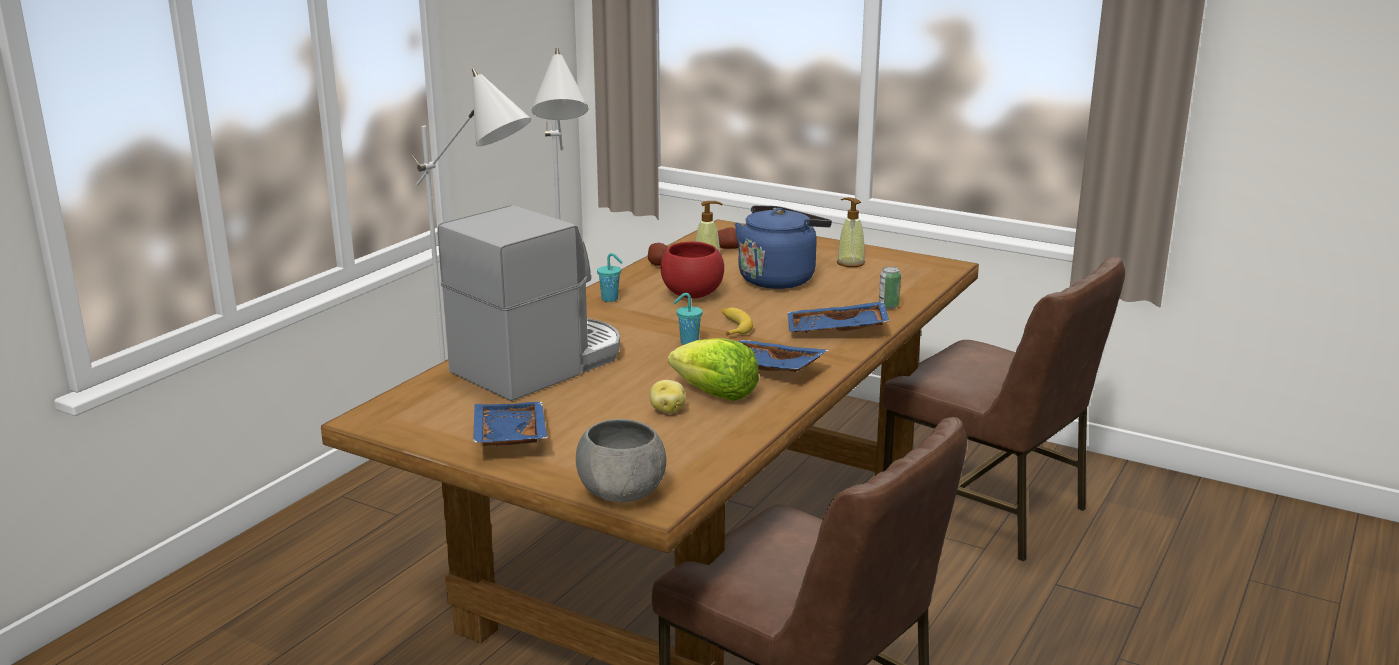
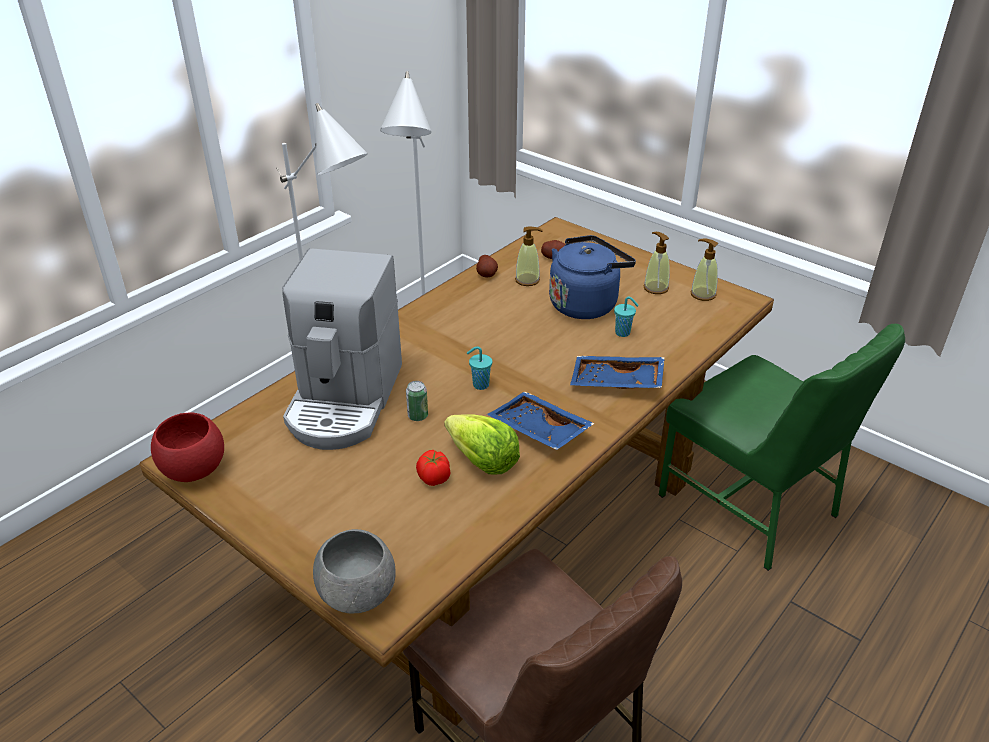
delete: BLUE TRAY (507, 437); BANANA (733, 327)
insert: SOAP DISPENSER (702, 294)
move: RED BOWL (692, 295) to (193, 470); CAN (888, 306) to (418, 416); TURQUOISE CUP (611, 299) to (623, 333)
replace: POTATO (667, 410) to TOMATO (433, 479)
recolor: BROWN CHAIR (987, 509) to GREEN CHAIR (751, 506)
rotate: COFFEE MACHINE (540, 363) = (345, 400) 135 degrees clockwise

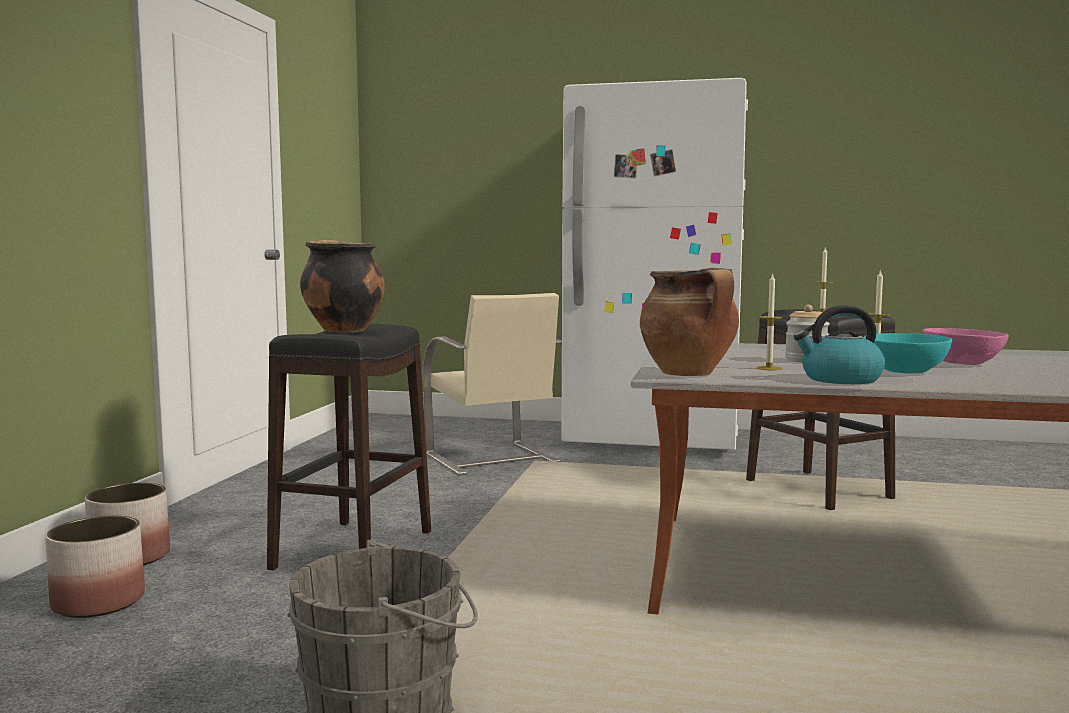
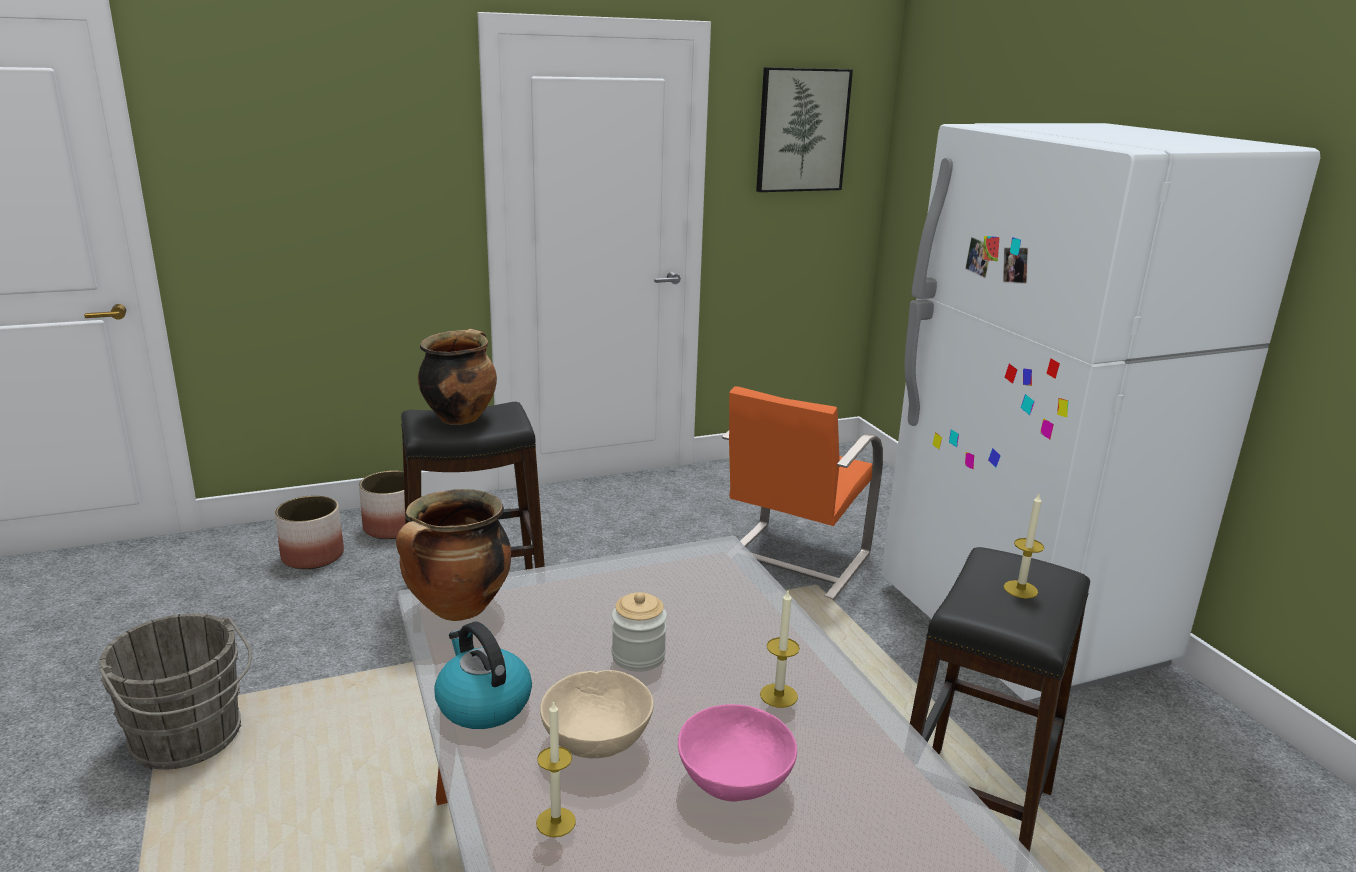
insert: PICTURE (802, 130)
move: CANDLE (769, 368) to (556, 822)
recolor: TURQUOISE BOWL (904, 371) to BEIGE BOWL (596, 741); BEIGE CHAIR (492, 459) to ORANGE CHAIR (792, 560)

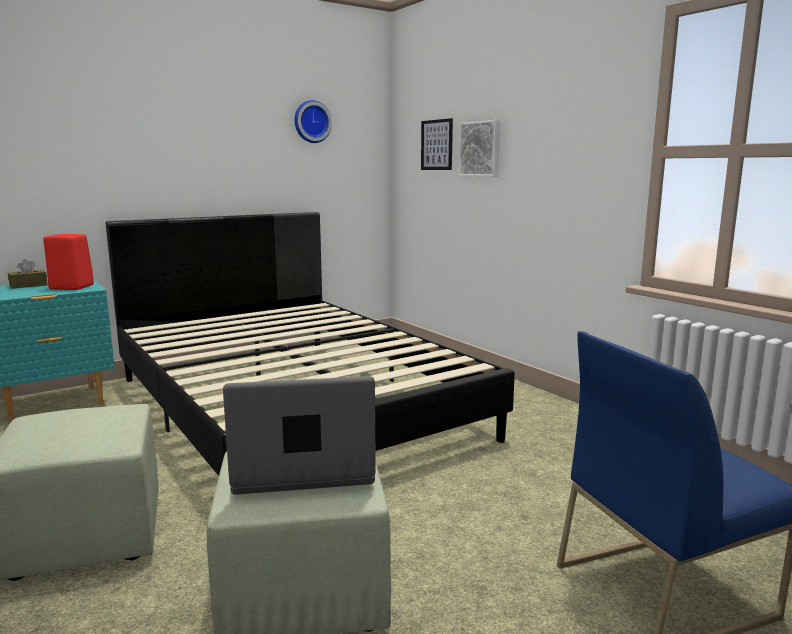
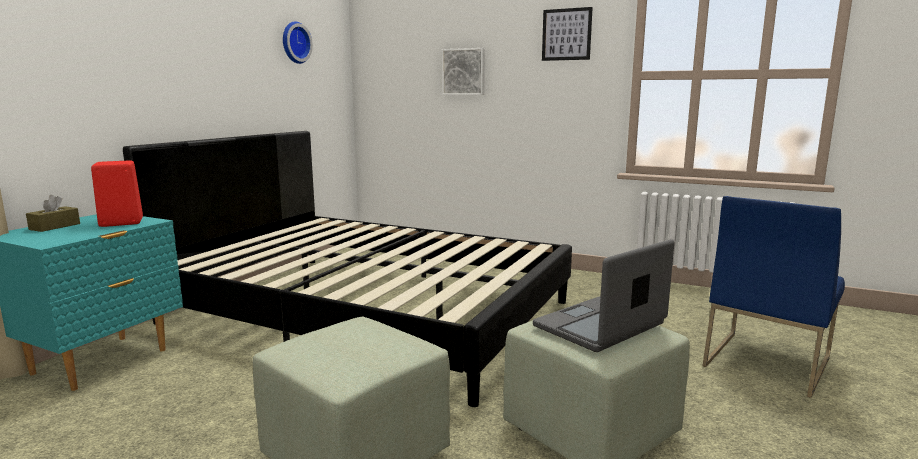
move: PICTURE (437, 145) to (566, 34)

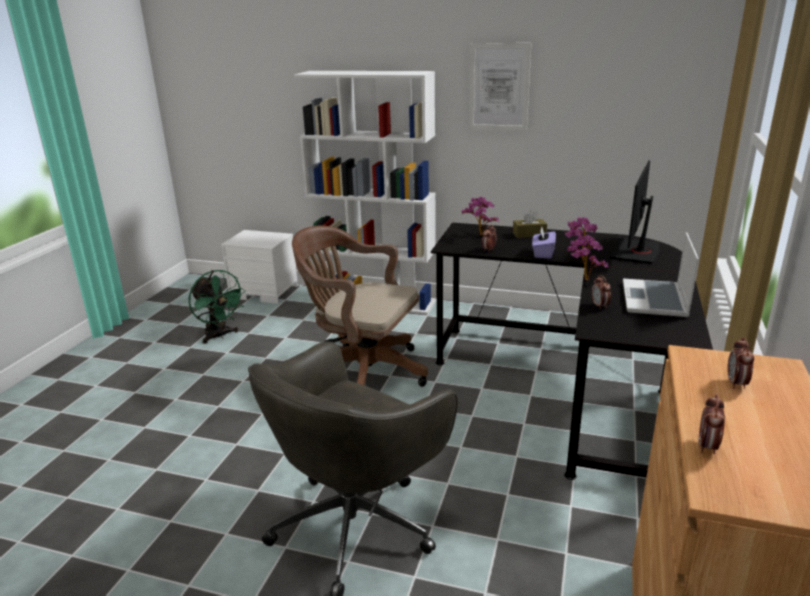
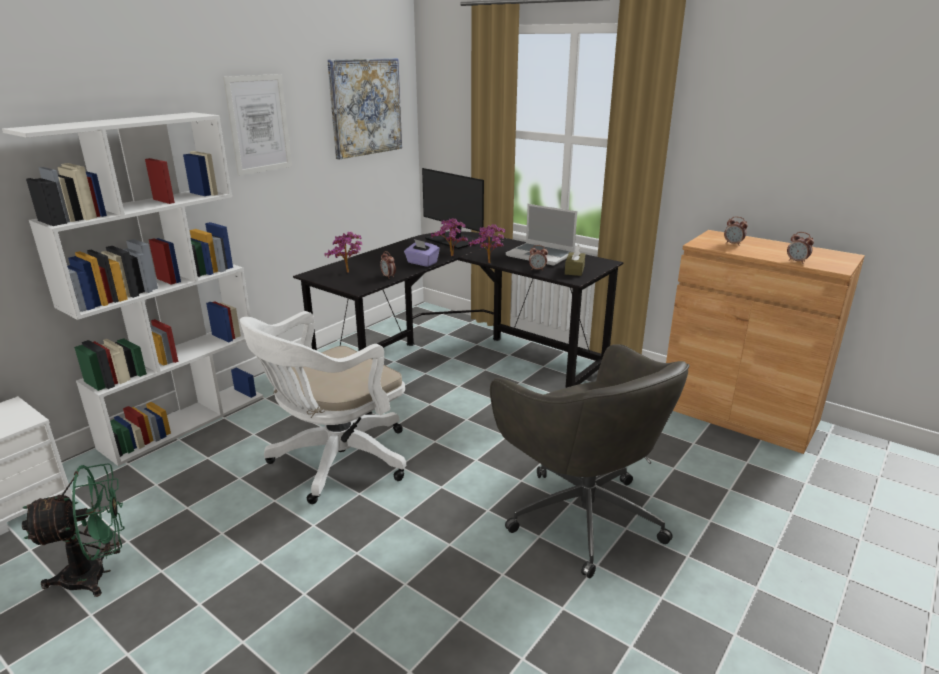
insert: PICTURE (365, 107)
move: BROWN TISSUE BOX (529, 234) to (574, 270)
recolor: BROWN OFFICE CHAIR (362, 371) to WHITE OFFICE CHAIR (335, 462)

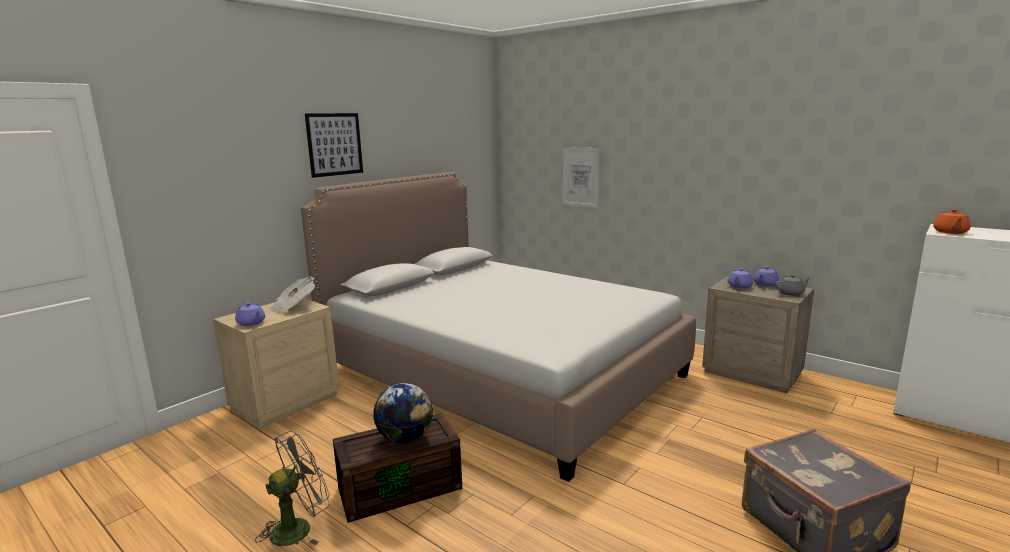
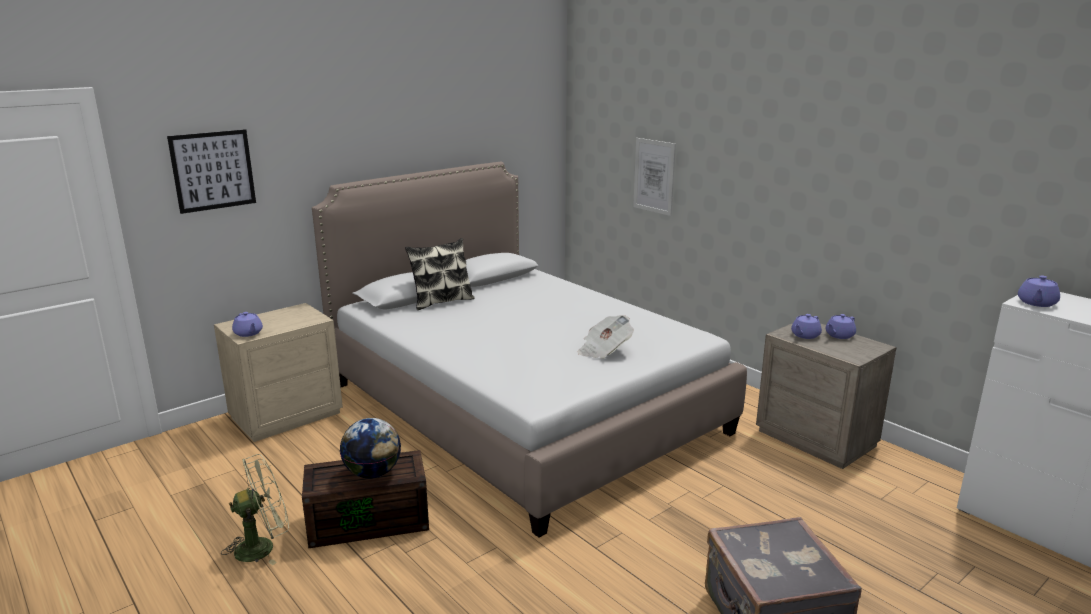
delete: GREY TEAPOT (791, 293)
insert: PILLOW (441, 301)
move: PICTURE (334, 144) to (213, 170); NEWSPAPER (293, 307) to (604, 350)
recolor: GREY FAN (299, 527) to GREEN FAN (263, 546); ORANGE TEAPOT (950, 232) to PURPLE TEAPOT (1036, 303)

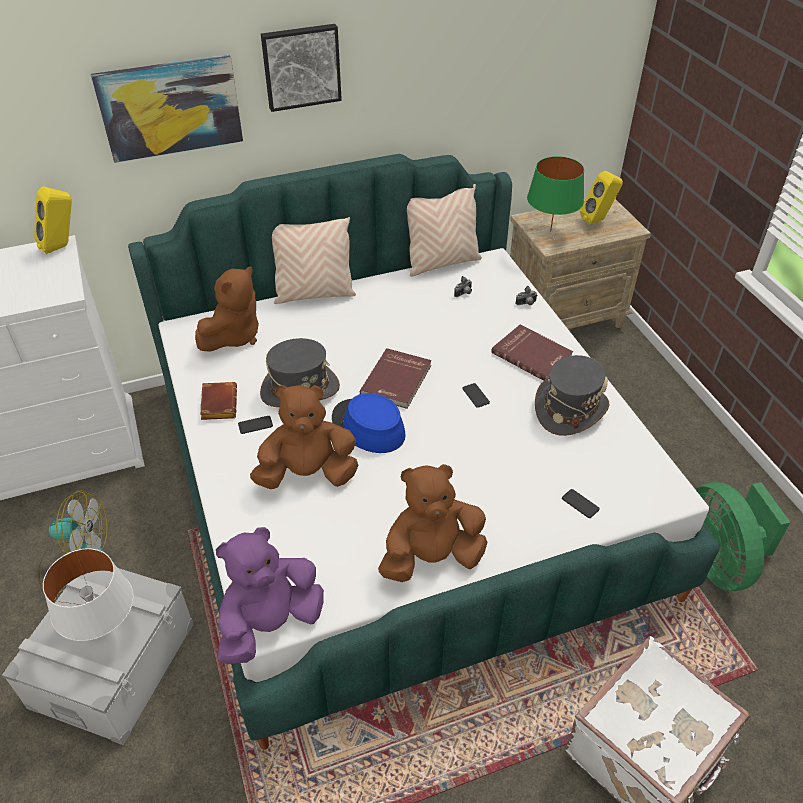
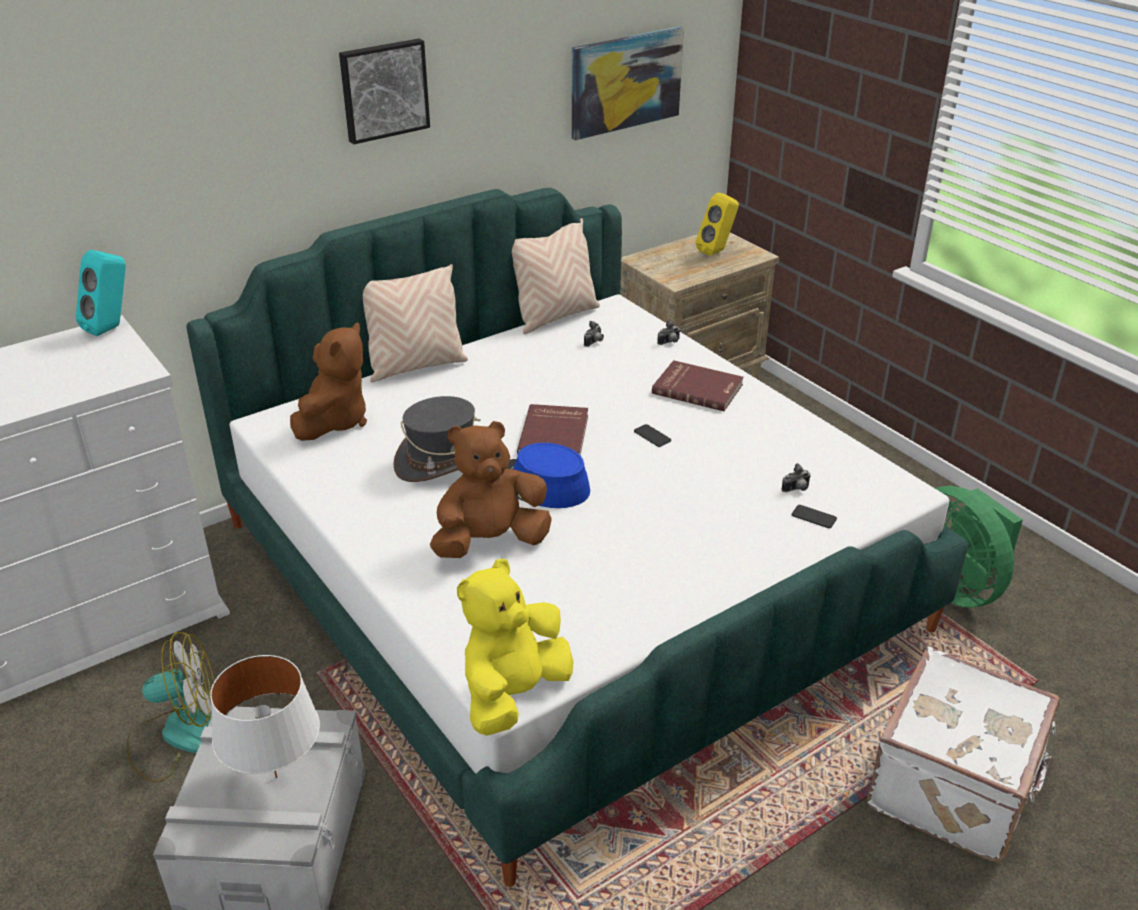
delete: BROWN BOOK (218, 403); PHONE (255, 425); BROWN PLUSH TOY (431, 557); GREEN TABLE LAMP (550, 231); GREY HAT (570, 409)
insert: PHOTO CAMERA (797, 489)
move: PICTURE (170, 107) to (625, 82)
recolor: YELLOW SPEAKER (62, 246) to TURQUOISE SPEAKER (112, 328); PURPLE PLUSH TOY (270, 623) to YELLOW PLUSH TOY (513, 694)

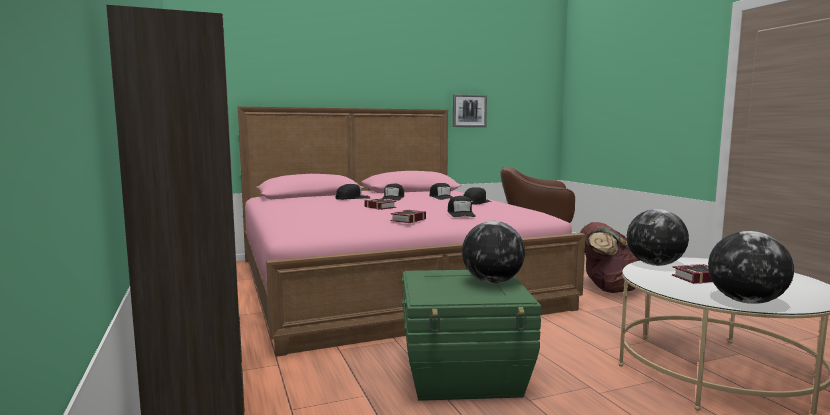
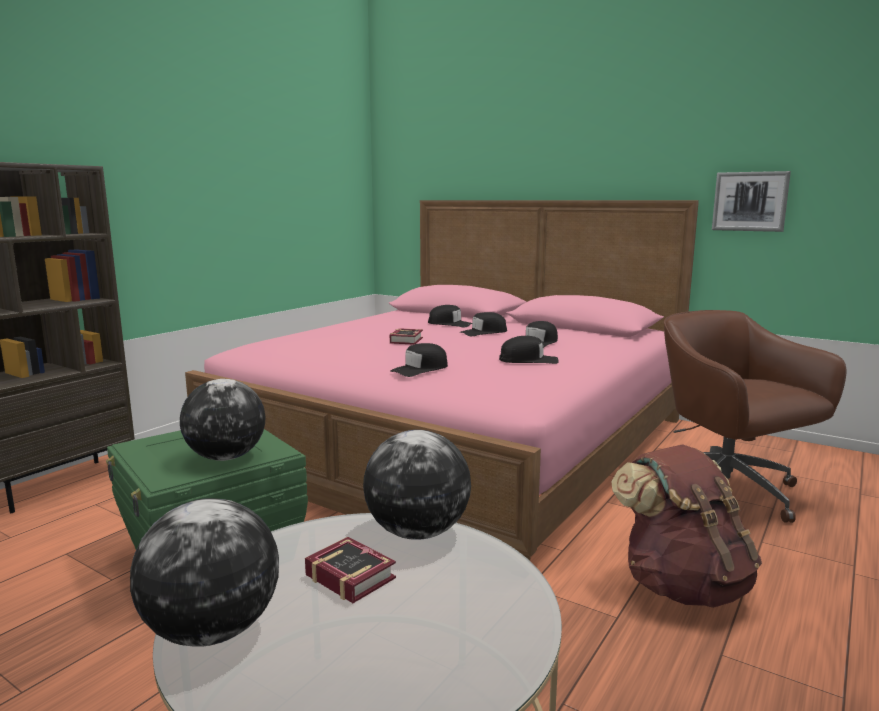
delete: BOOK (406, 220)

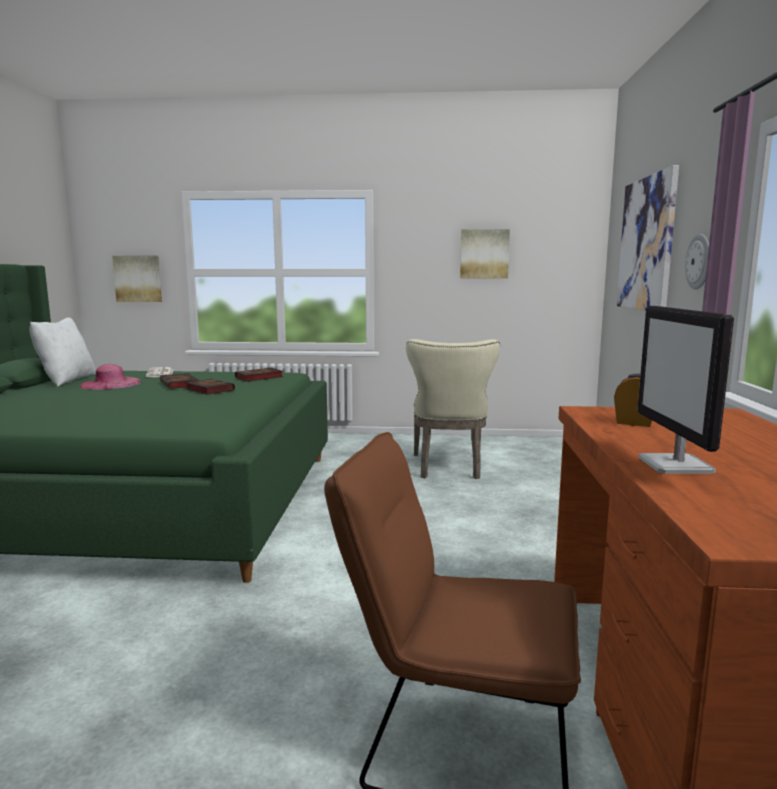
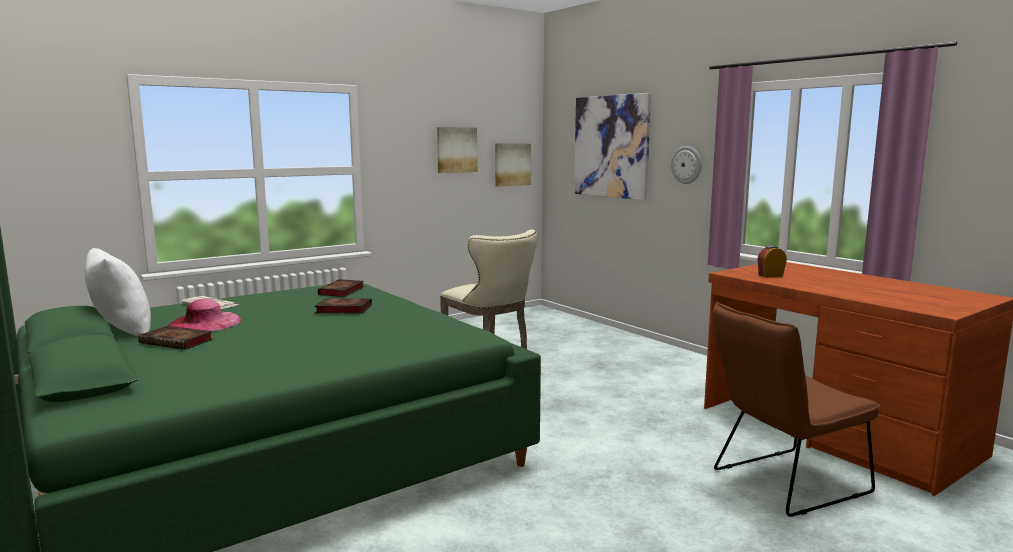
delete: MONITOR (676, 466)
move: BOOK (180, 384) to (178, 342); PICTURE (138, 278) to (512, 164)

